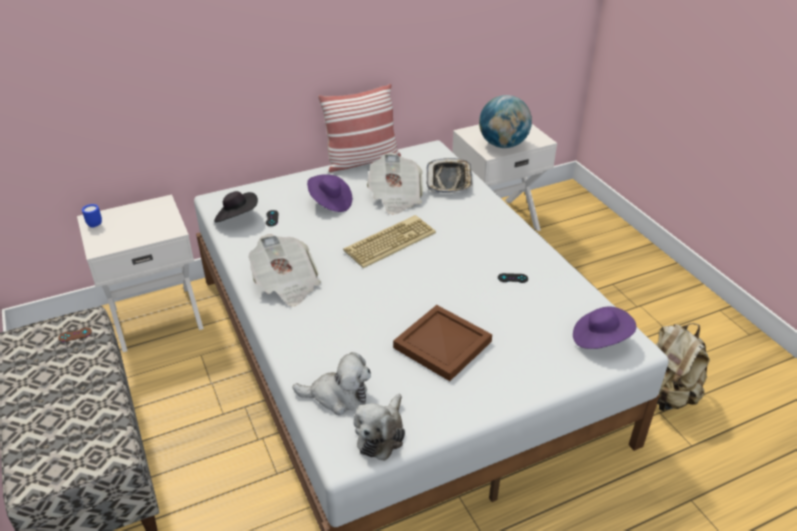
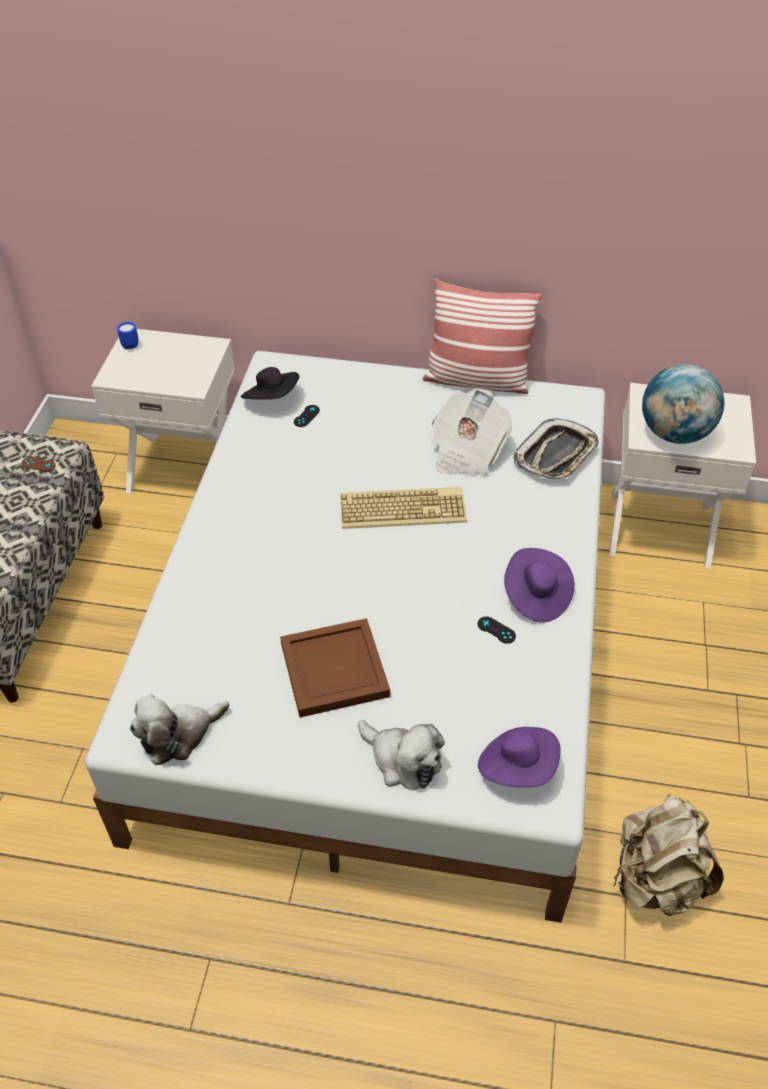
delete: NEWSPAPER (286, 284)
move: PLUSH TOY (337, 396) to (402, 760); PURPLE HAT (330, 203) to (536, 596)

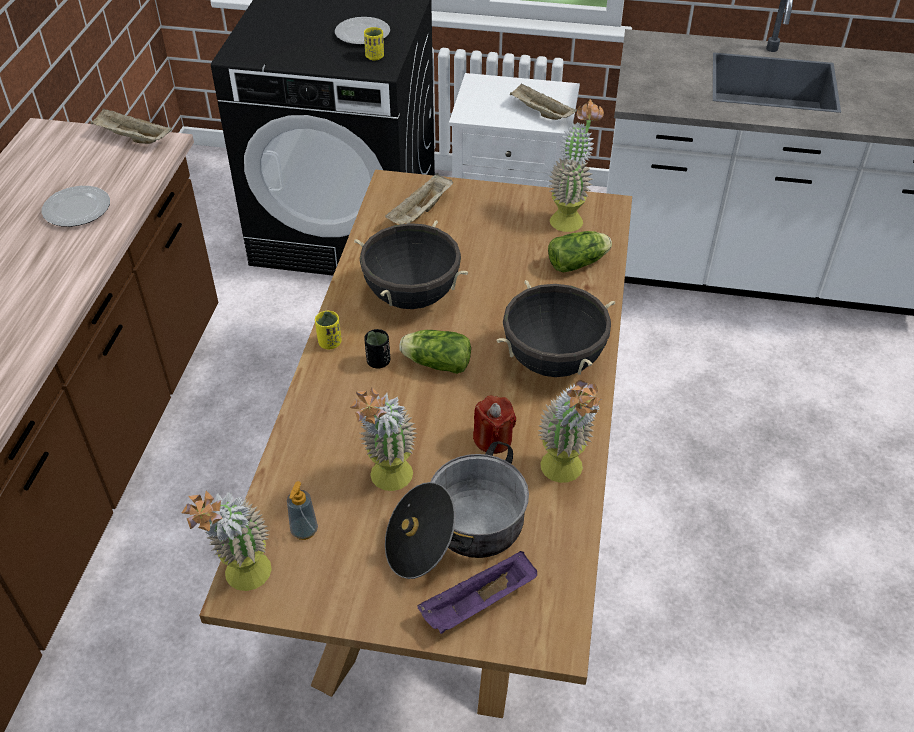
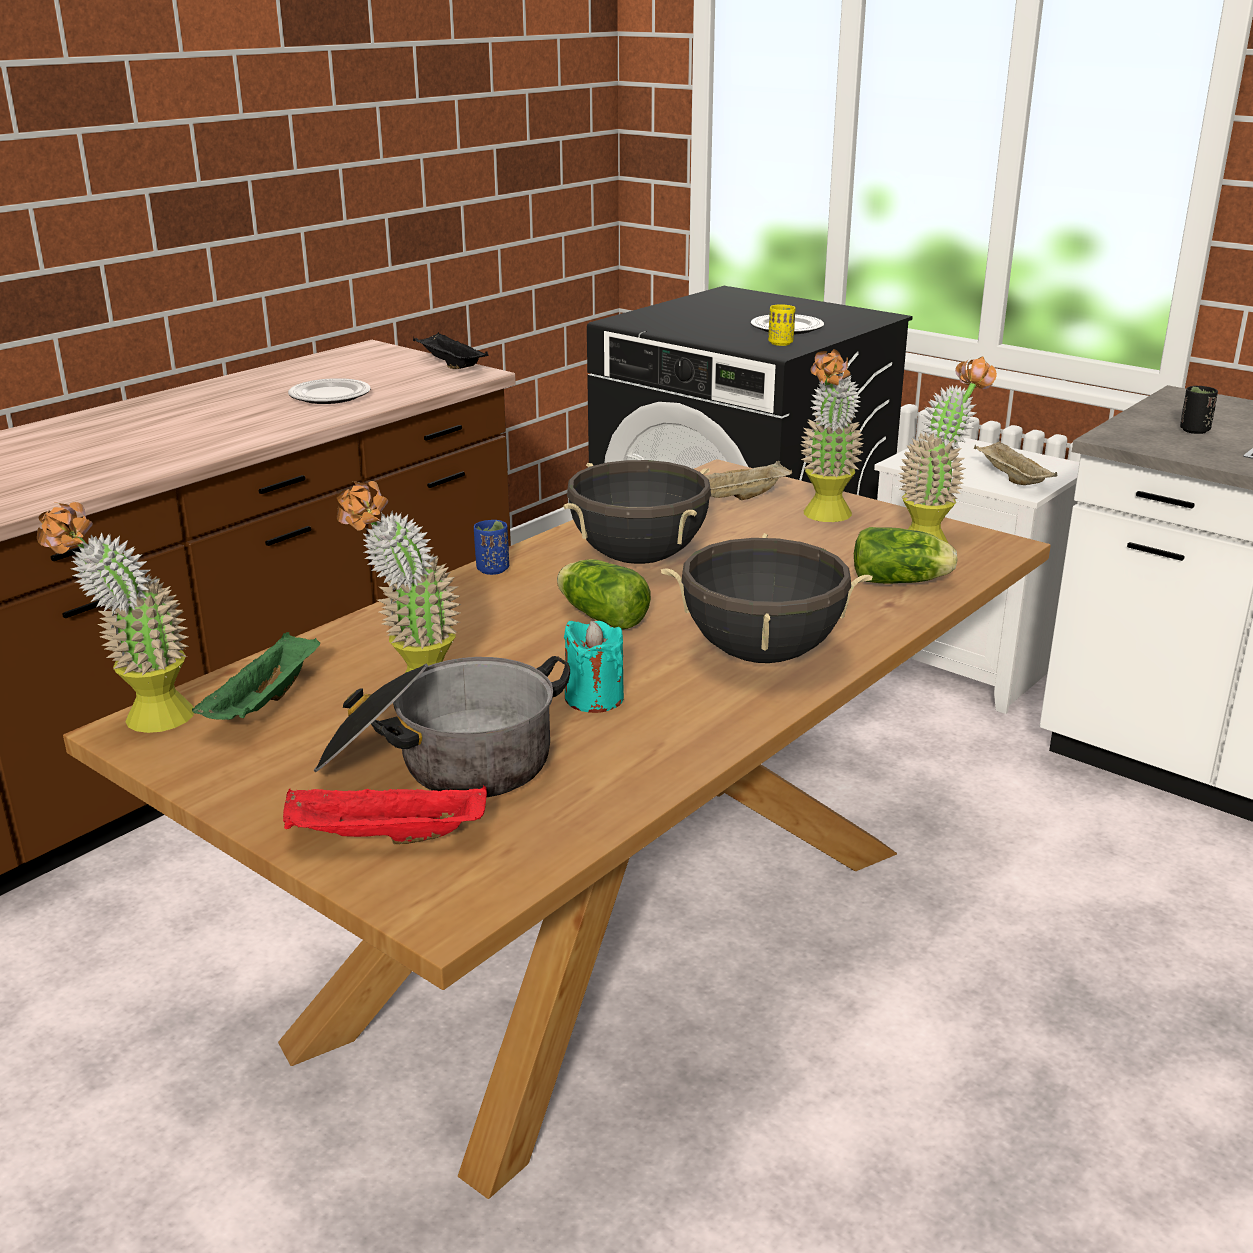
move: POTTED PLANT (565, 475) to (826, 518); BLACK CUP (378, 362) to (1194, 430)
replace: SOAP DISPENSER (304, 530) to GREEN TRAY (264, 704)
recolor: PURPLE TRAY (478, 604) to RED TRAY (384, 838); BEIGE TRAY (132, 138) to BLACK TRAY (449, 365); YELLOW CUP (330, 343) to BLUE CUP (492, 570); RED CANDLE (493, 439) to TURQUOISE CANDLE (594, 698)

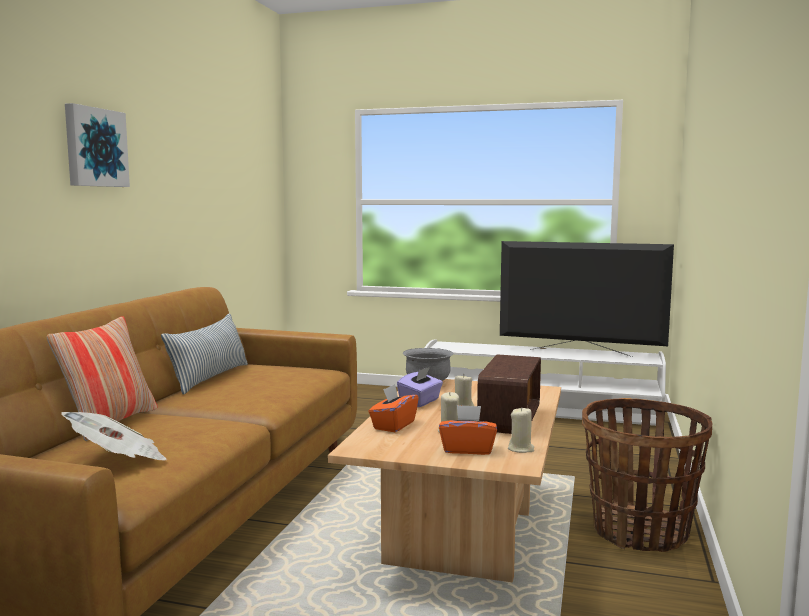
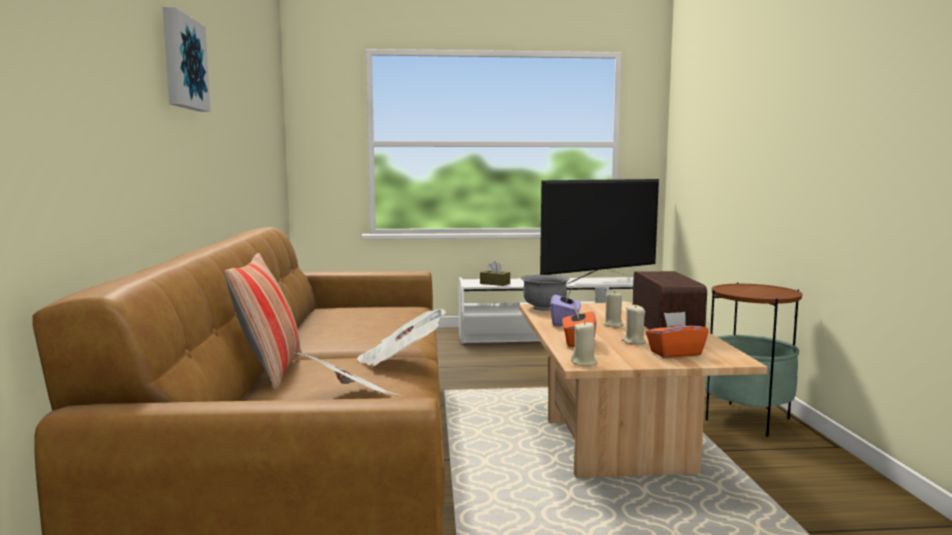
delete: PILLOW (209, 378)
insert: NEWSPAPER (400, 360); BROWN TISSUE BOX (495, 283)
move: BEIGE CANDLE (521, 449) to (584, 363)
replace: BASKET (640, 531) to SIDE TABLE (747, 419)
rotate: TELEVISION (579, 353) = (599, 280) 150 degrees clockwise

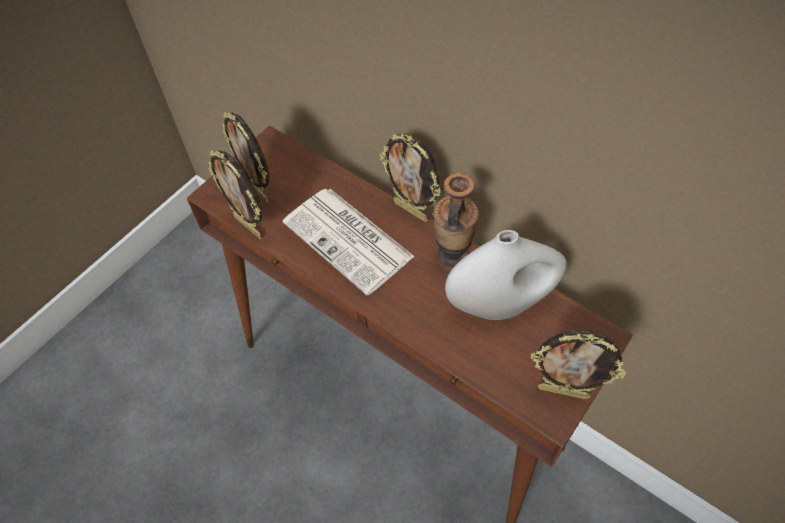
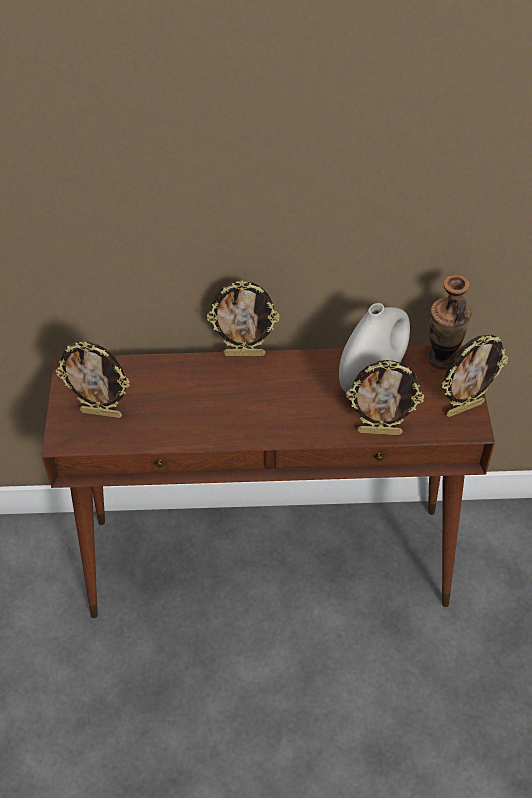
delete: NEWSPAPER (350, 240)
move: PICTURE FRAME (249, 226) to (380, 431); VASE (452, 257) to (441, 358)

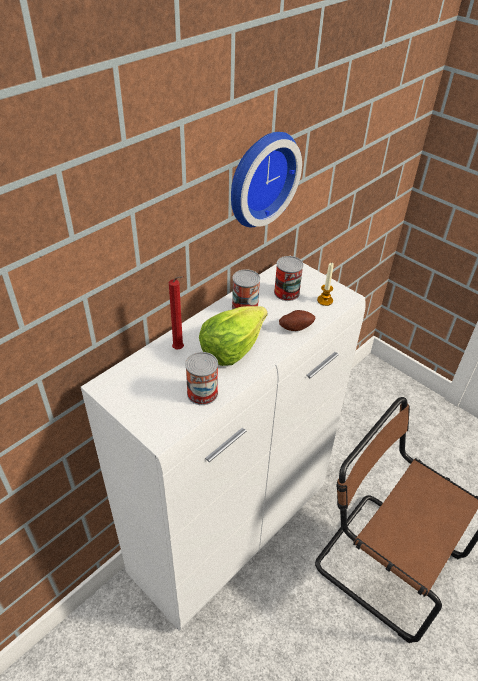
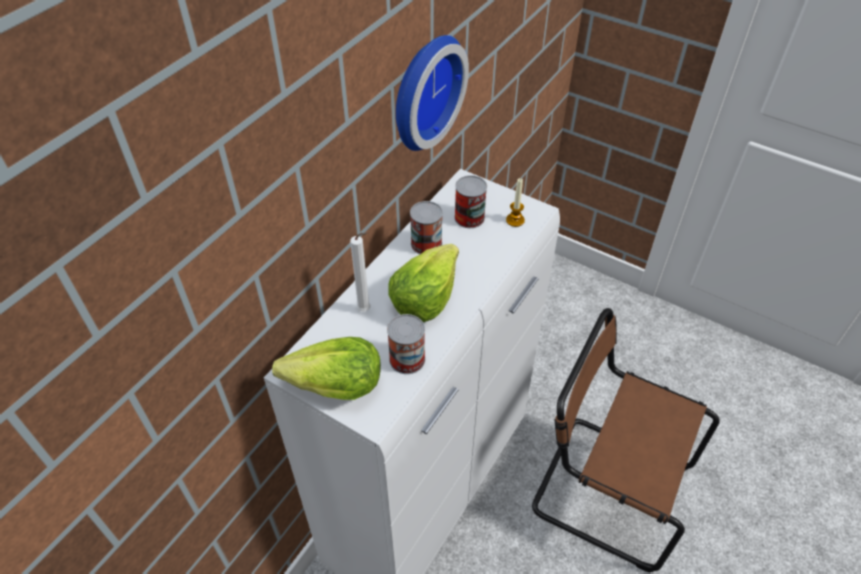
delete: POTATO (295, 327)
insert: LETTUCE (335, 386)
recolor: RED CANDLE (180, 349) to WHITE CANDLE (366, 310)

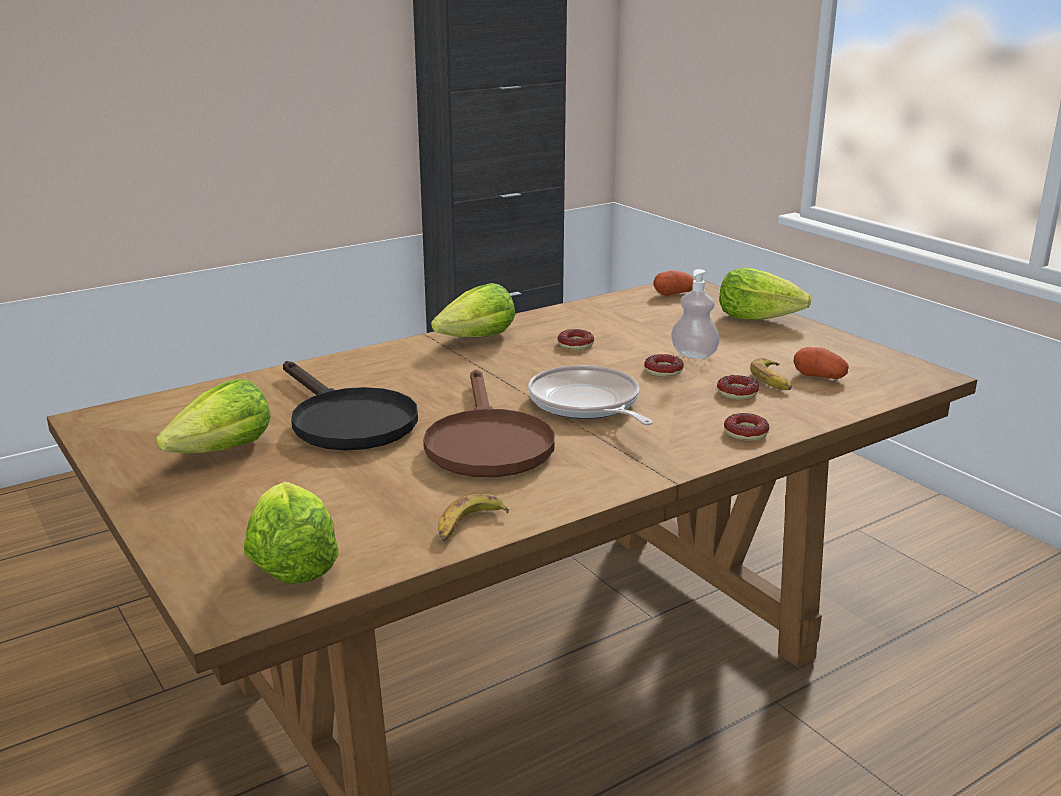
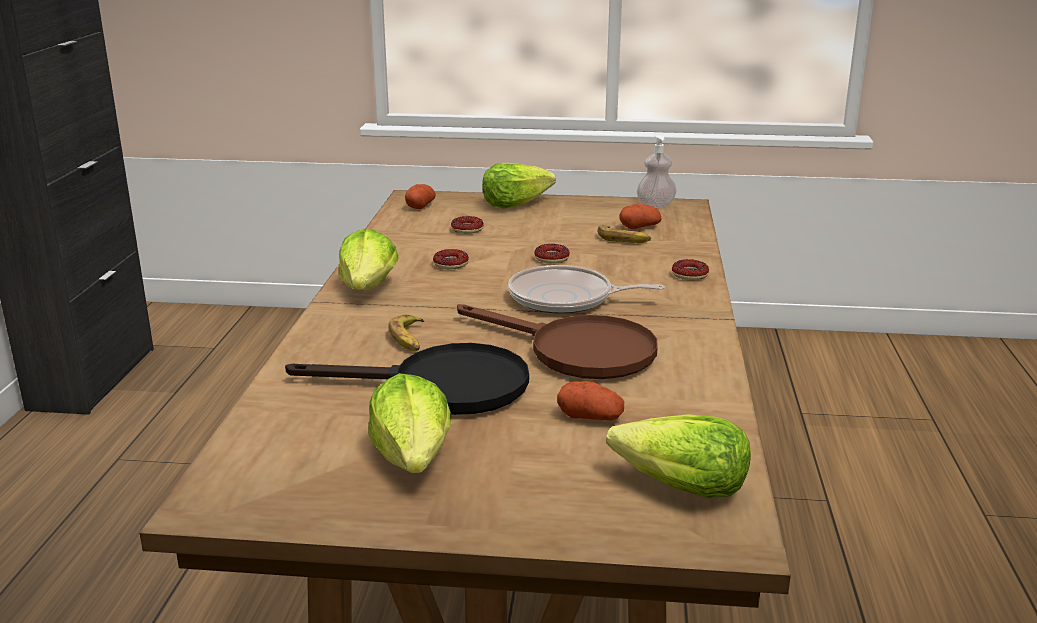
insert: POTATO (590, 417)
move: BANANA (468, 525) to (409, 339); DONUT (737, 393) to (467, 229); SOAP DISPENSER (694, 355) to (655, 205)

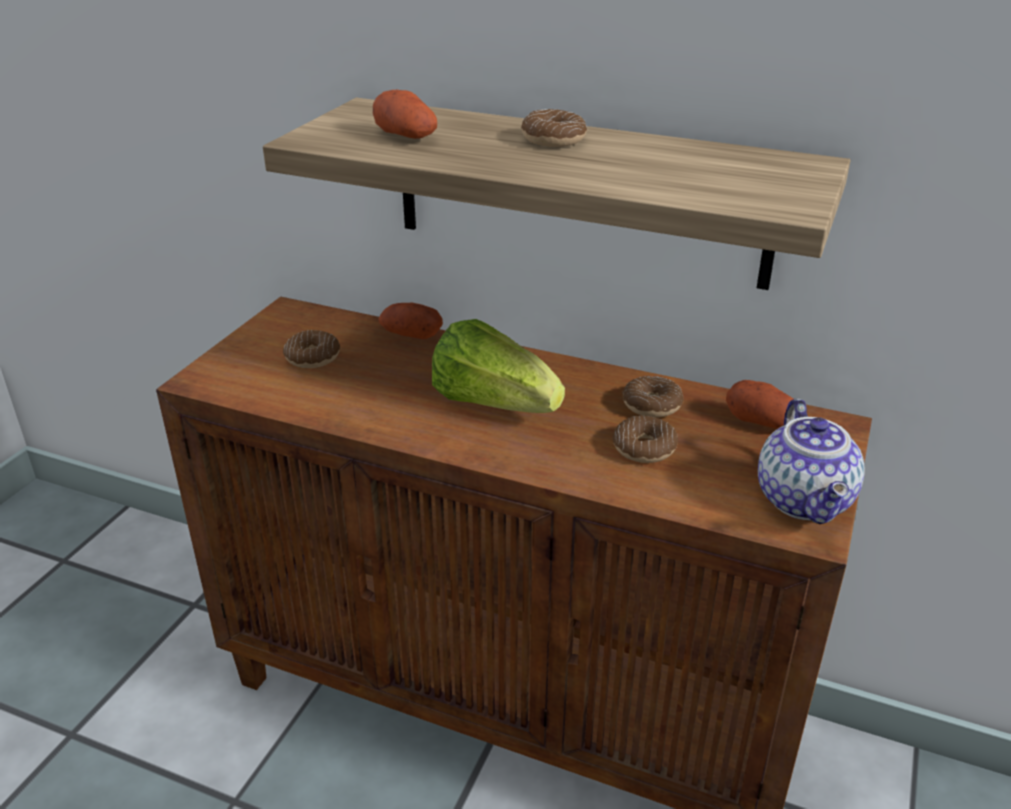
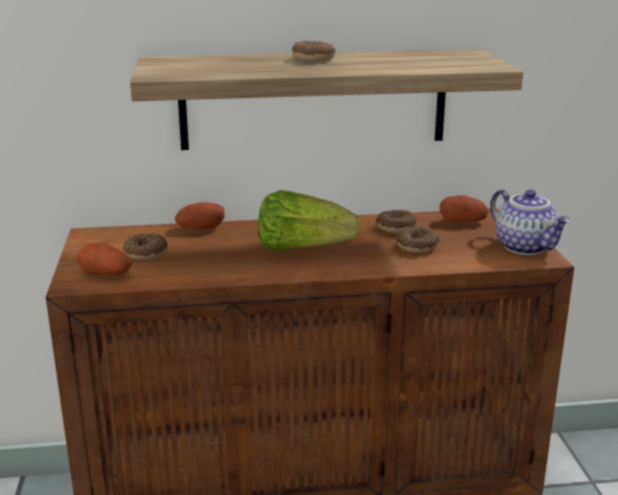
move: POTATO (406, 136) to (106, 273)

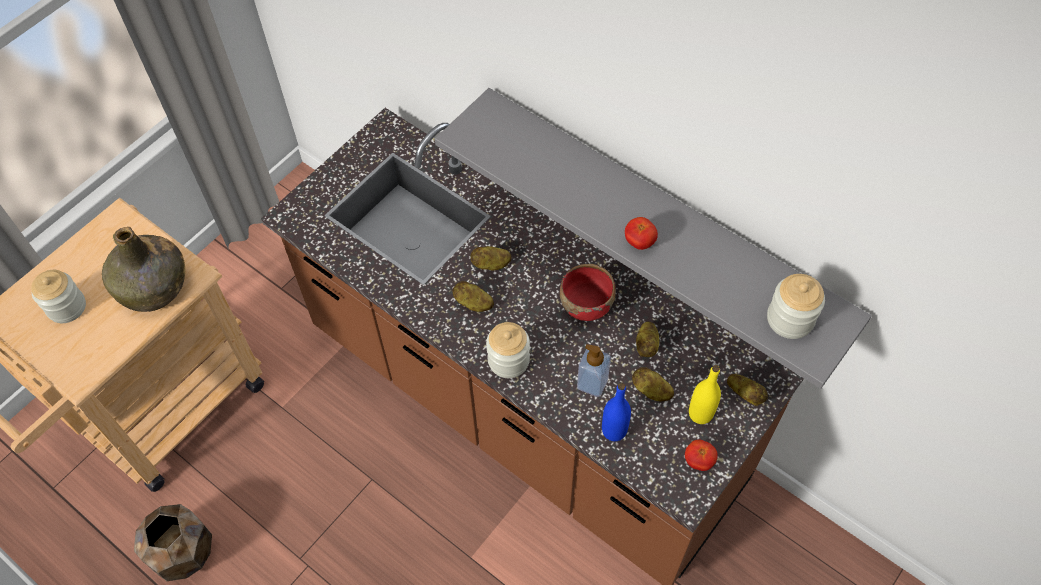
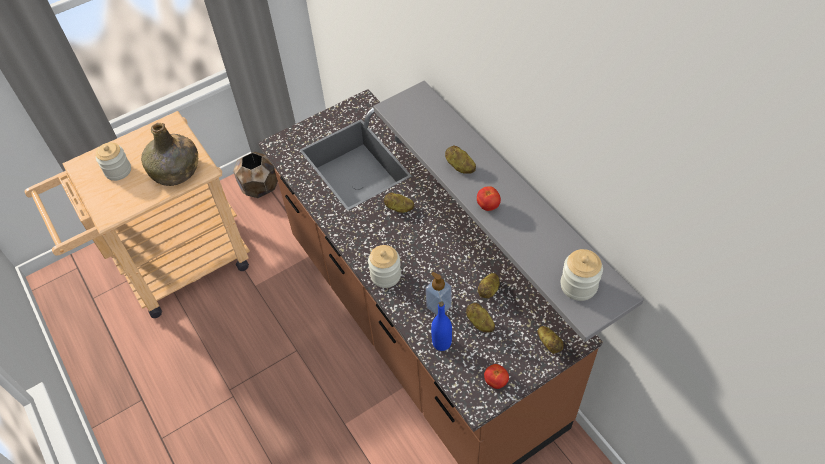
delete: RED BOWL (586, 305); YELLOW BOTTLE (700, 413)
move: BROWN PLANTER (184, 553) to (260, 188); POTATO (473, 303) to (460, 166)

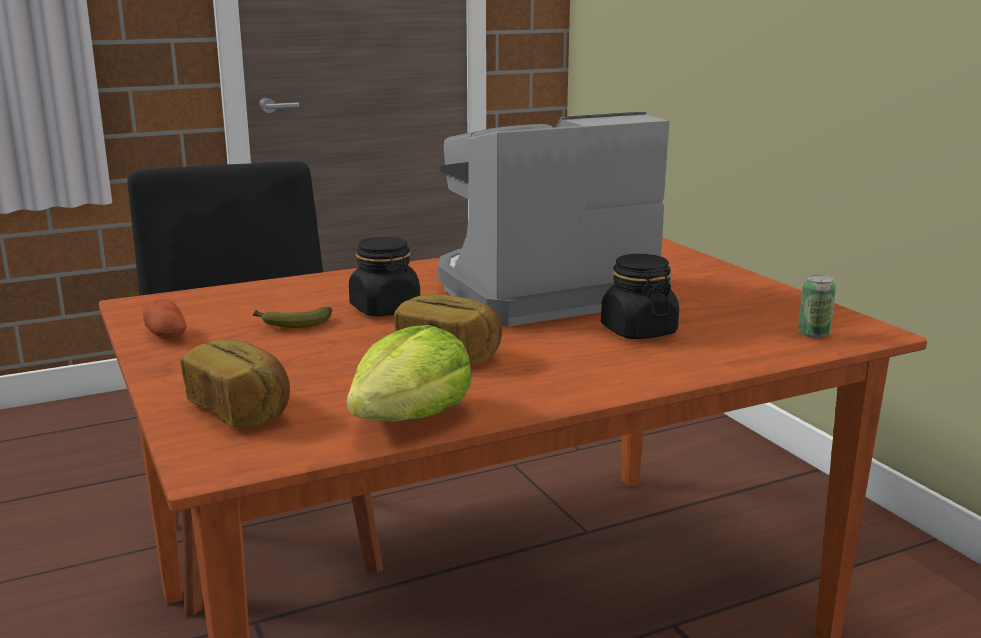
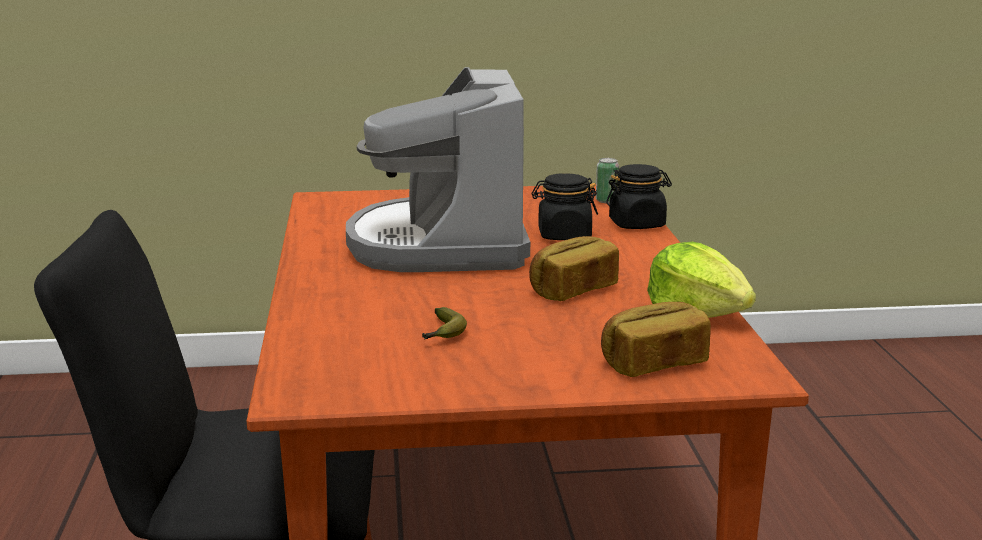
delete: POTATO (166, 335)
move: BLACK JAR (385, 309) to (637, 224)

